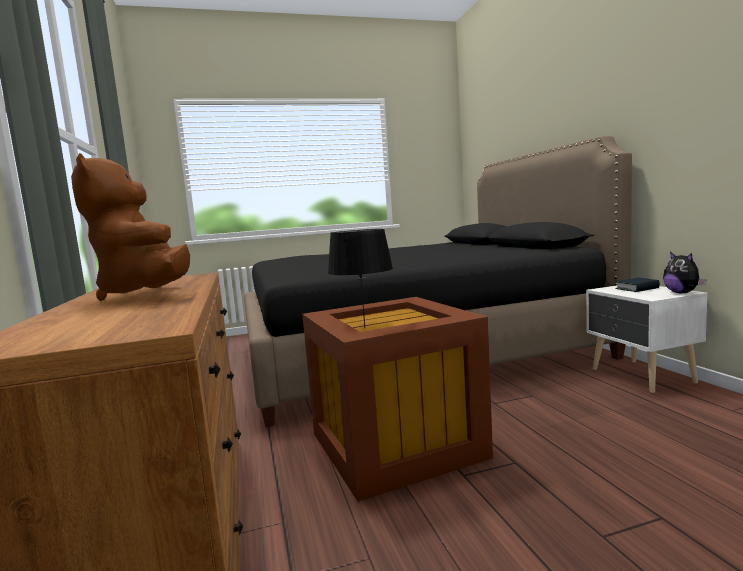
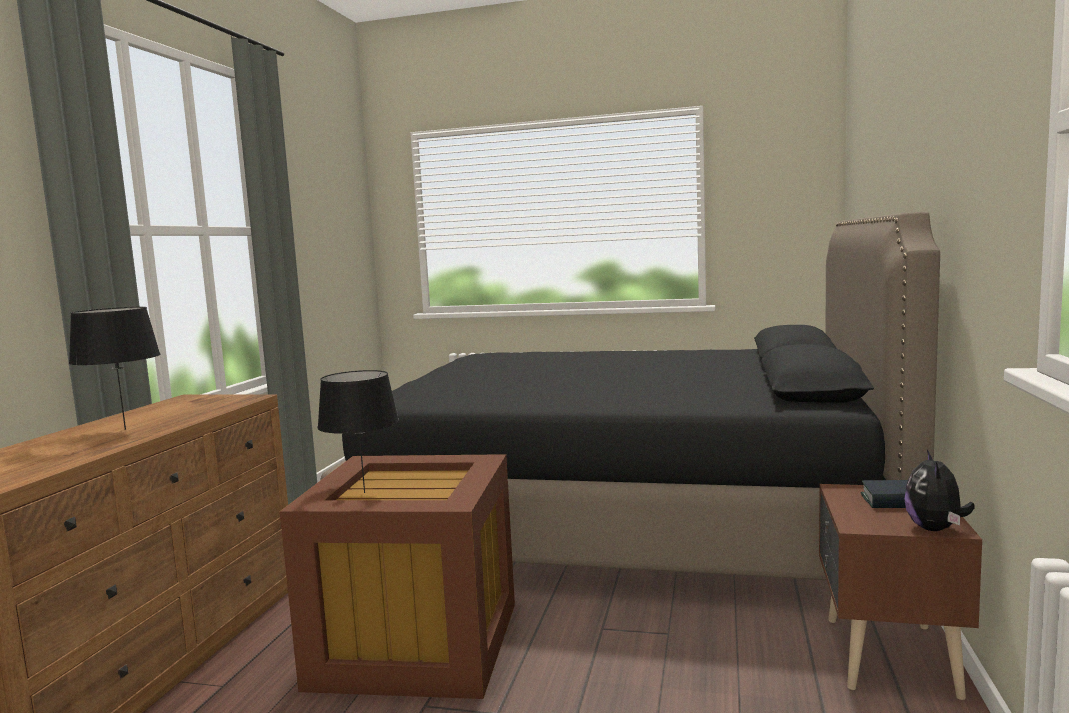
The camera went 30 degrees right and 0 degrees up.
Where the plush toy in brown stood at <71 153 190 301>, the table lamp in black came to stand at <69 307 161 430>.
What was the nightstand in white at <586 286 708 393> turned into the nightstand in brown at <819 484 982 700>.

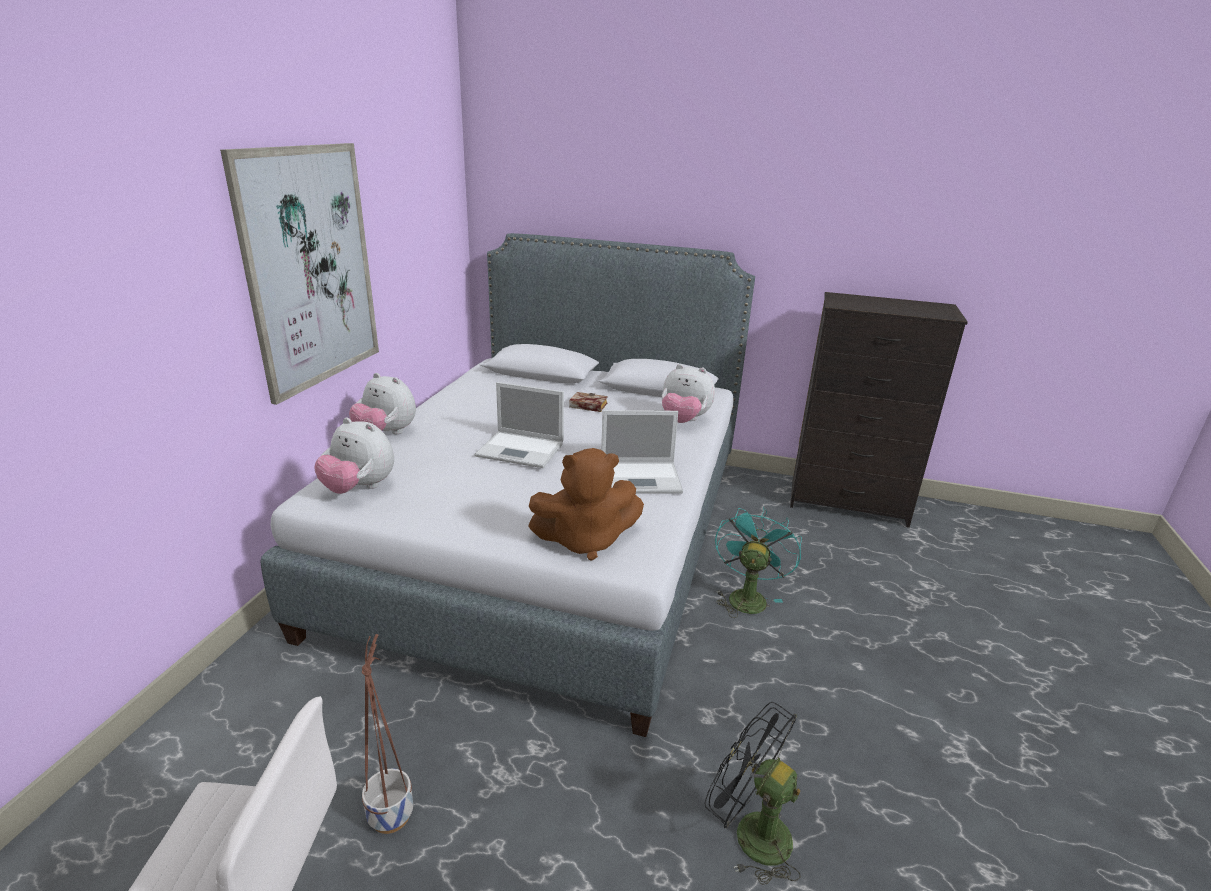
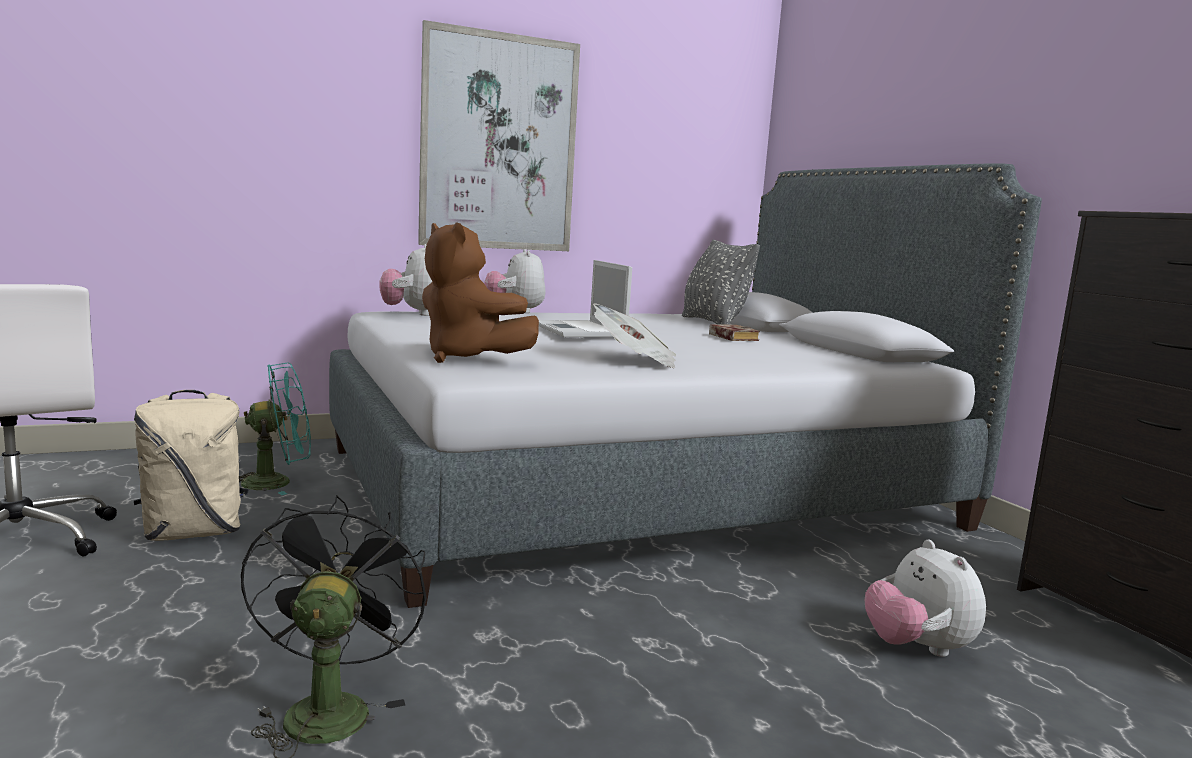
The camera went 50 degrees right and 15 degrees down.
Where the planter stood at <362 634 413 834>, the backpack in beige came to stand at <134 390 249 541>.
Where the laptop stood at <601 410 683 494>, the newspaper came to stand at <593 303 676 368>.
The plush toy ended up elsewhere, having gone from <662 364 715 423> to <865 540 986 657>.
The fan in turquoise ended up elsewhere, having gone from <715 507 802 618> to <239 363 311 495>.
The second view gained the pillow in grey at <682 240 760 324>.

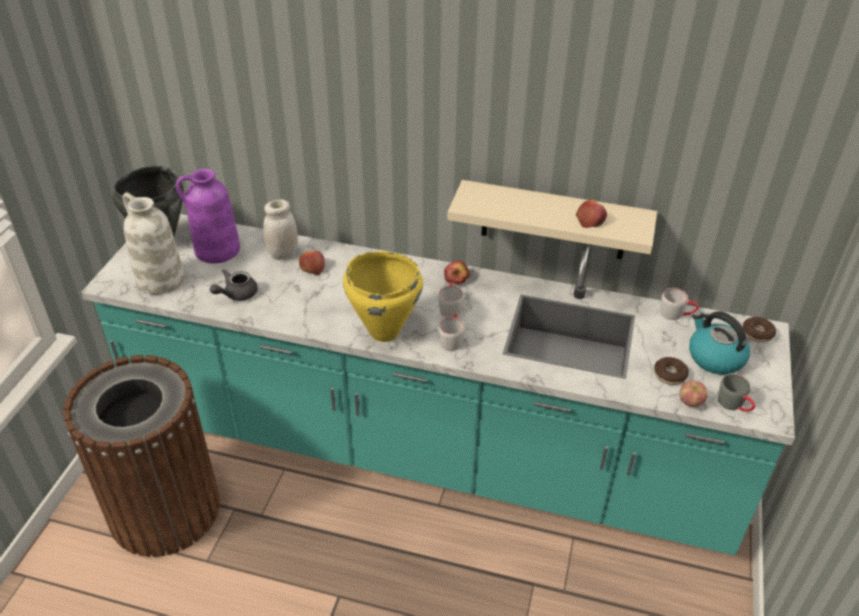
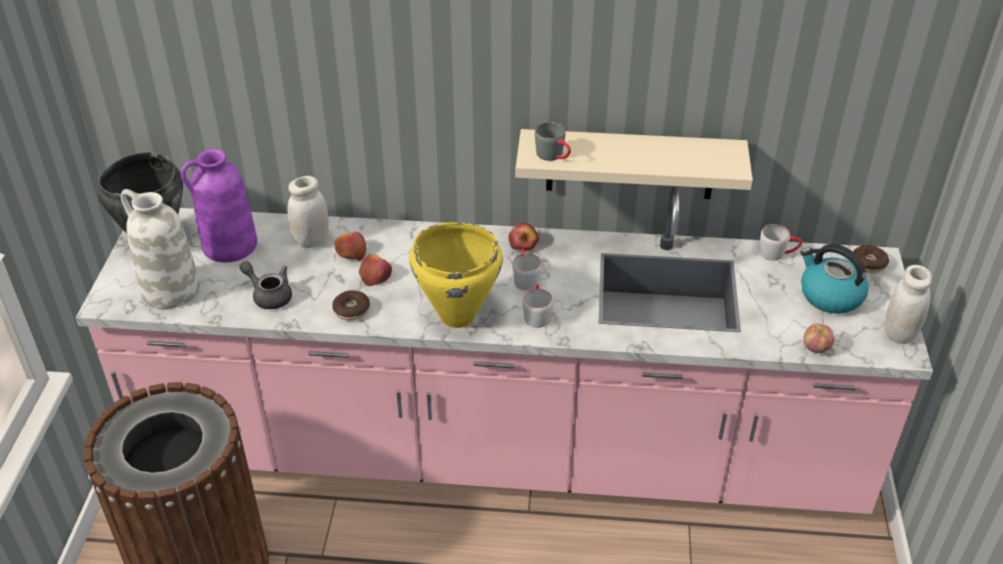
The camera went 10 degrees left and 0 degrees up.
What was the counter in turquoise at <81 214 795 555> turned into the counter in pink at <76 187 933 514>.
The teapot in grey at <210 269 258 301> ended up facing another way, 90 degrees clockwise from before.
The apple ended up elsewhere, having gone from <576 200 607 228> to <359 255 392 286>.
The donut ended up elsewhere, having gone from <654 357 689 385> to <332 290 370 320>.
The mug in grey ended up elsewhere, having gone from <718 374 755 412> to <535 122 571 161>.
The second view gained the jar in white at <885 265 932 344>.

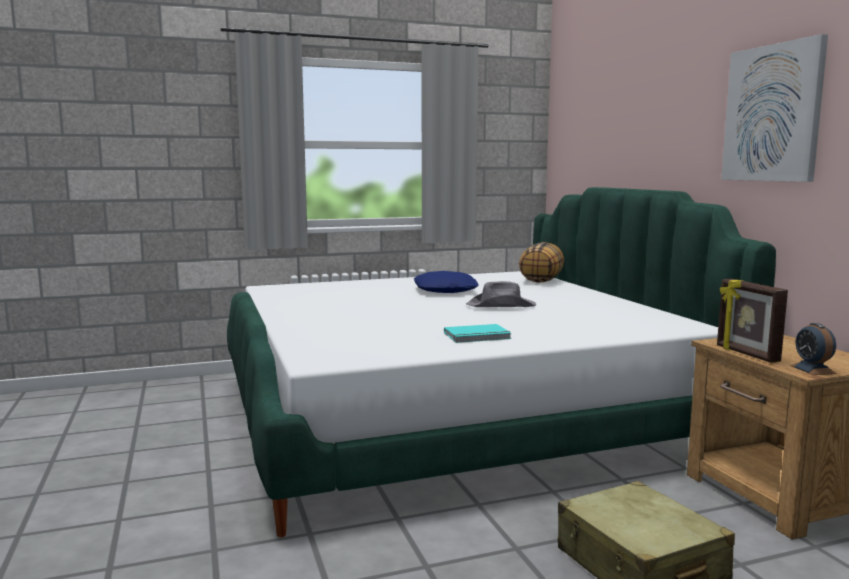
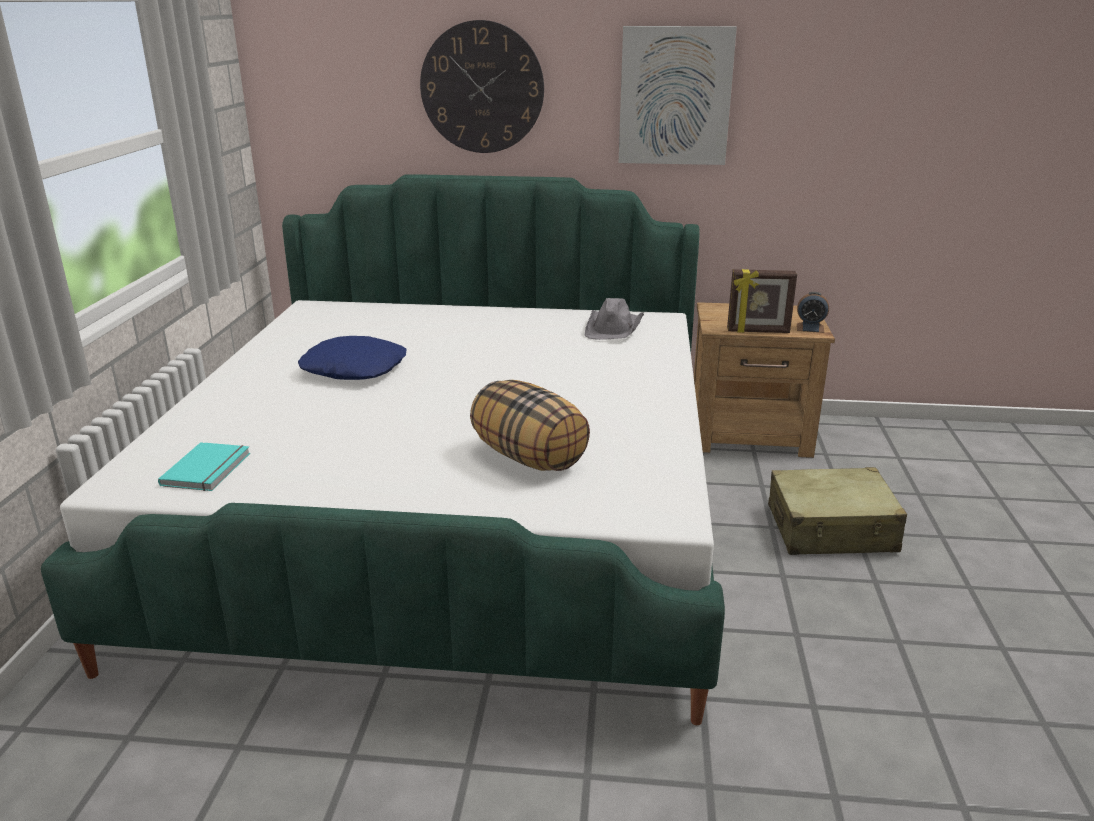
The camera went 65 degrees left and 15 degrees up.
The book in turquoise ended up elsewhere, having gone from <444 324 512 343> to <158 442 250 491>.
The hat in grey ended up elsewhere, having gone from <466 281 536 307> to <585 298 644 340>.
The pillow ended up elsewhere, having gone from <519 242 564 283> to <470 380 590 471>.
The second view gained the wall clock at <420 20 544 153>.

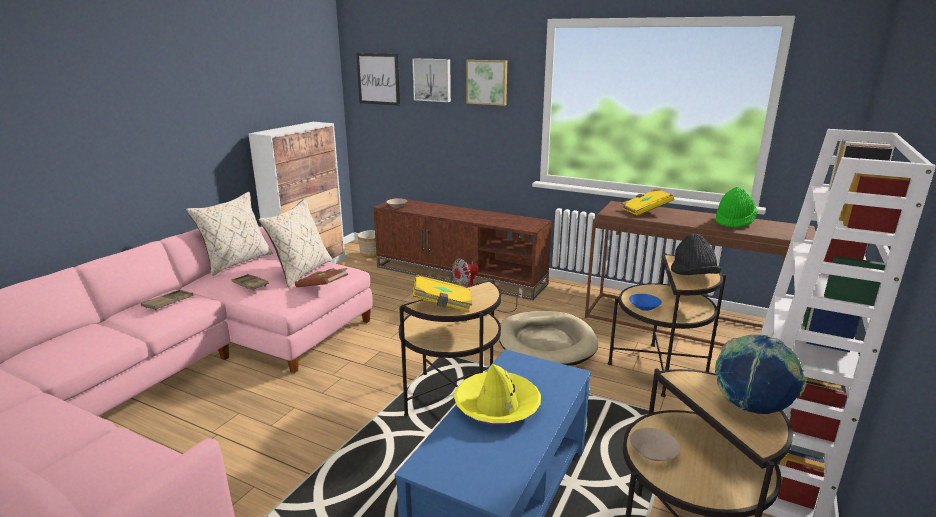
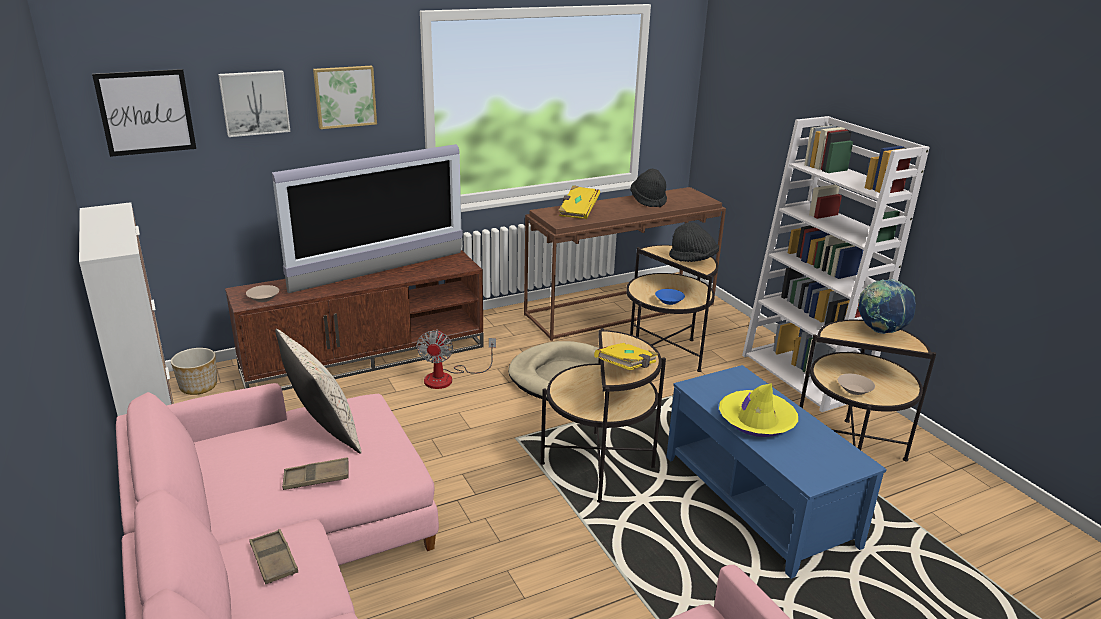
The camera went 55 degrees left and 5 degrees up.
The second view lost the pillow in beige at <186 192 273 276>.
The second view lost the book in brown at <295 268 348 287>.
What was the hat in green at <715 187 758 228> turned into the hat in black at <631 169 667 207>.
The second view gained the television at <272 144 463 293>.

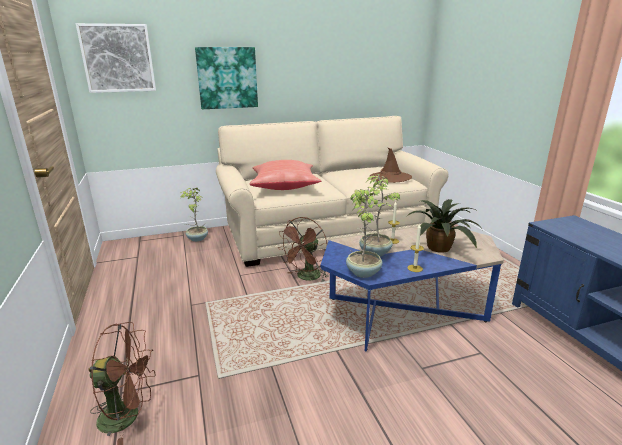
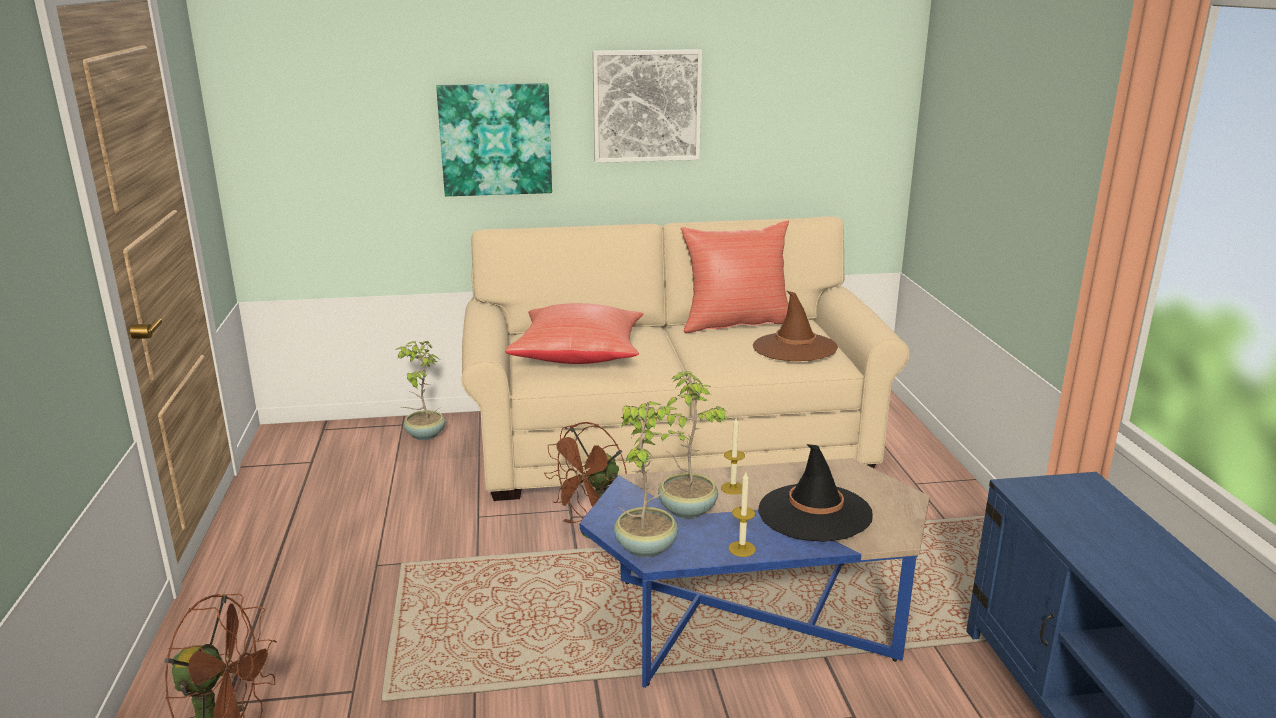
The camera went 10 degrees right and 0 degrees up.
The picture ended up elsewhere, having gone from <76 23 156 93> to <592 49 702 163>.
Where the potted plant stood at <407 199 482 253>, the hat in black came to stand at <758 444 873 542>.
The second view gained the pillow in red at <680 221 789 333>.

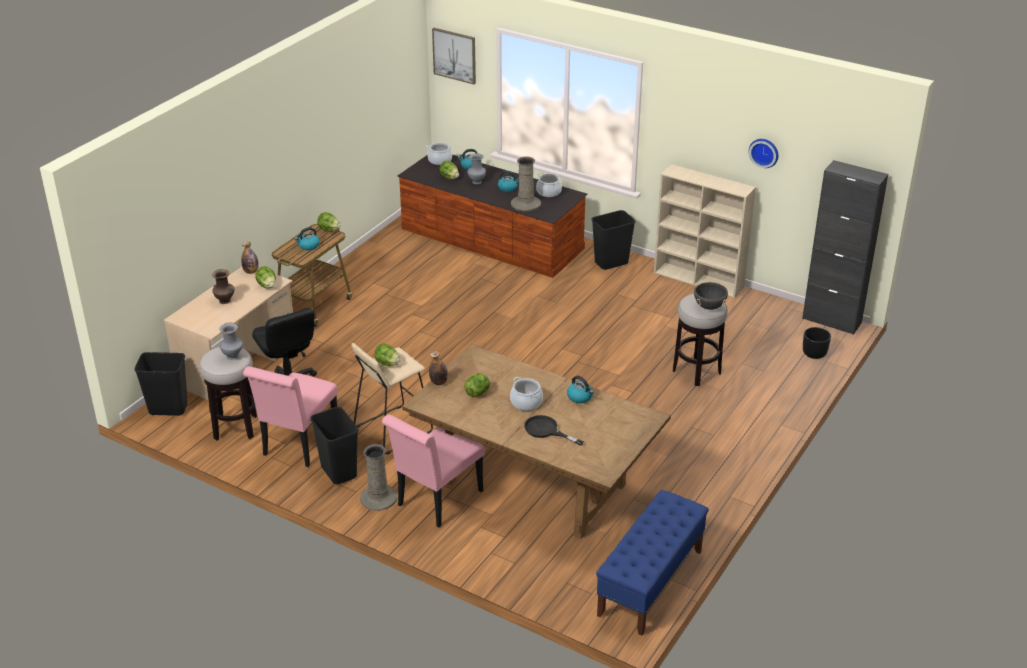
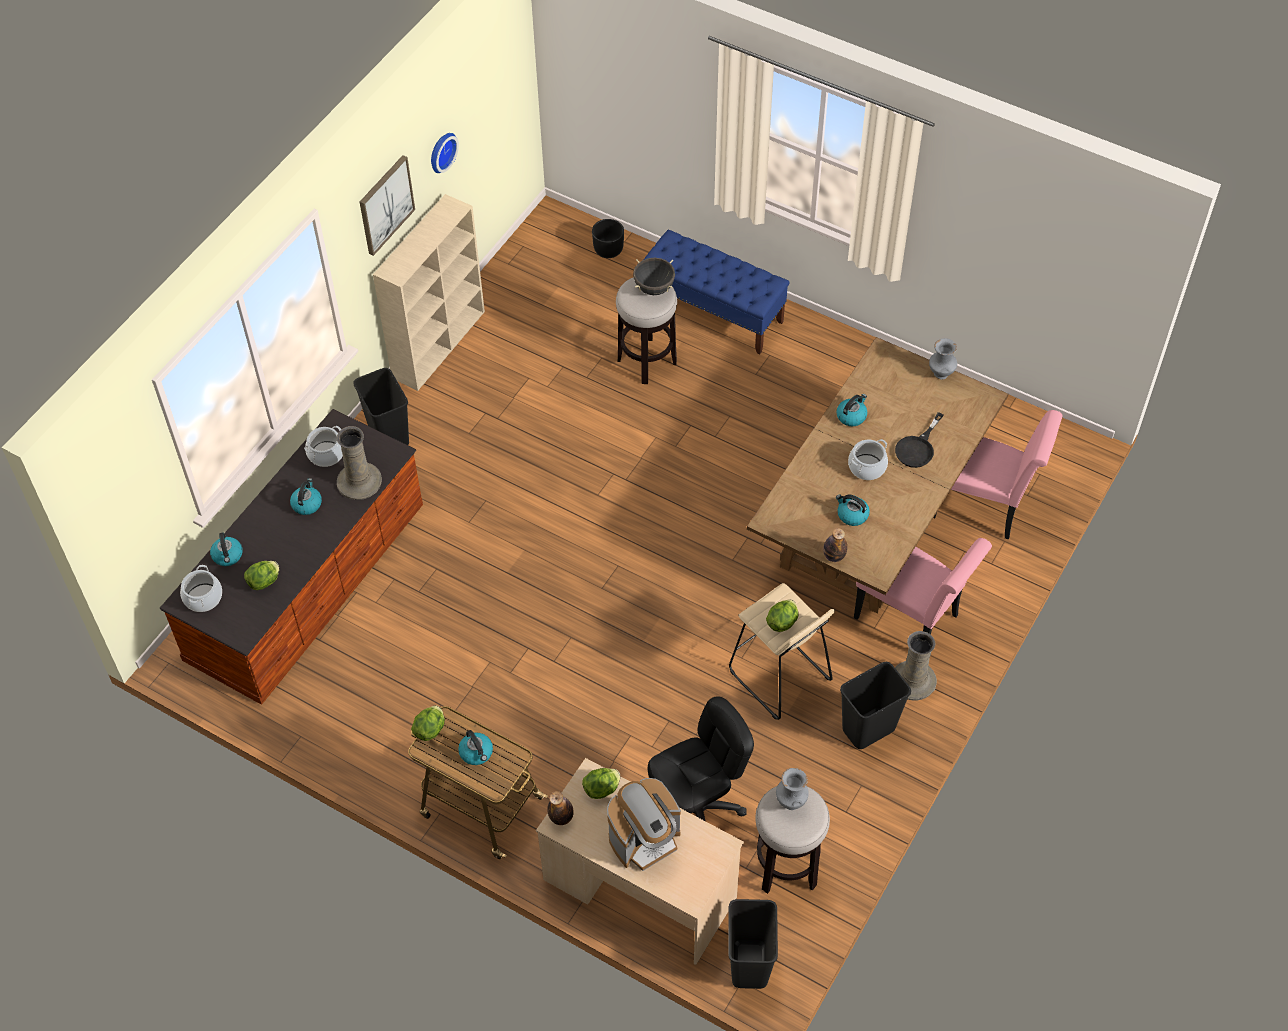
The camera went 90 degrees left and 20 degrees up.
Where the vase in brown stood at <212 269 235 304>, the coffee machine came to stand at <607 778 681 871>.
The chair in pink ended up elsewhere, having gone from <243 366 338 467> to <934 410 1062 540>.
The picture ended up elsewhere, having gone from <432 28 476 84> to <360 155 415 256>.
Where the lettuce stood at <464 373 490 397>, the kettle came to stand at <836 494 870 526>.
The vase in grey ended up elsewhere, having gone from <467 153 486 184> to <929 338 957 379>.
The bench in blue ended up elsewhere, having gone from <596 490 709 636> to <644 230 789 354>.
The second view lost the cabinet in black at <802 160 888 335>.

